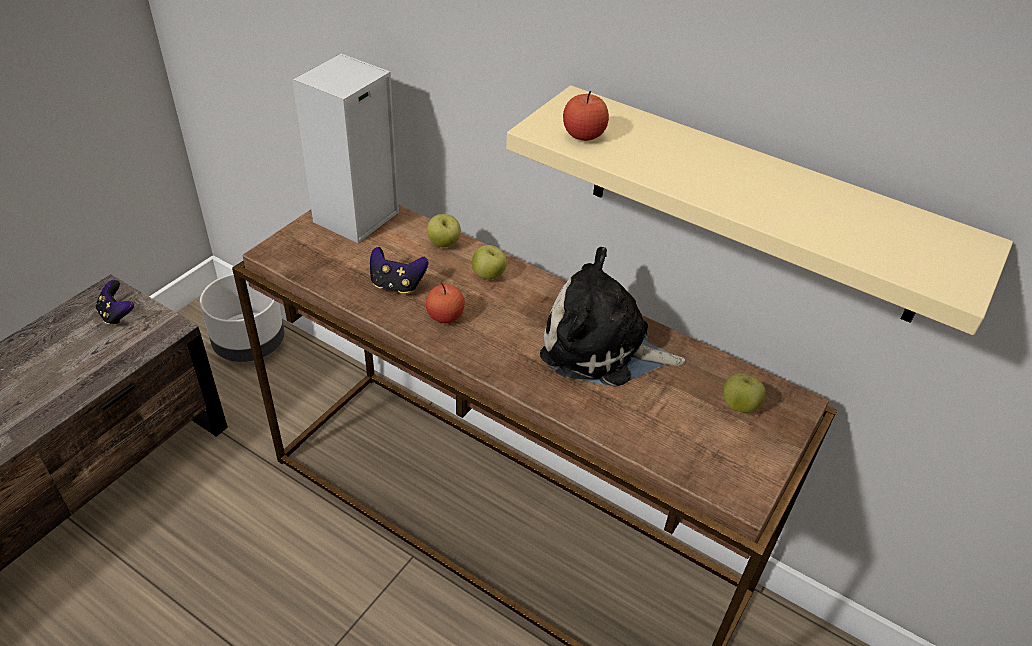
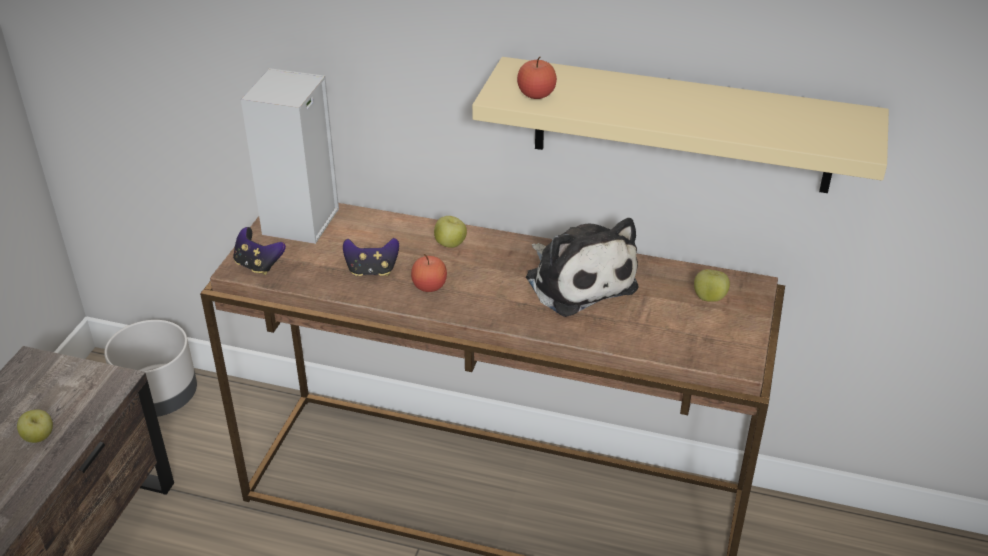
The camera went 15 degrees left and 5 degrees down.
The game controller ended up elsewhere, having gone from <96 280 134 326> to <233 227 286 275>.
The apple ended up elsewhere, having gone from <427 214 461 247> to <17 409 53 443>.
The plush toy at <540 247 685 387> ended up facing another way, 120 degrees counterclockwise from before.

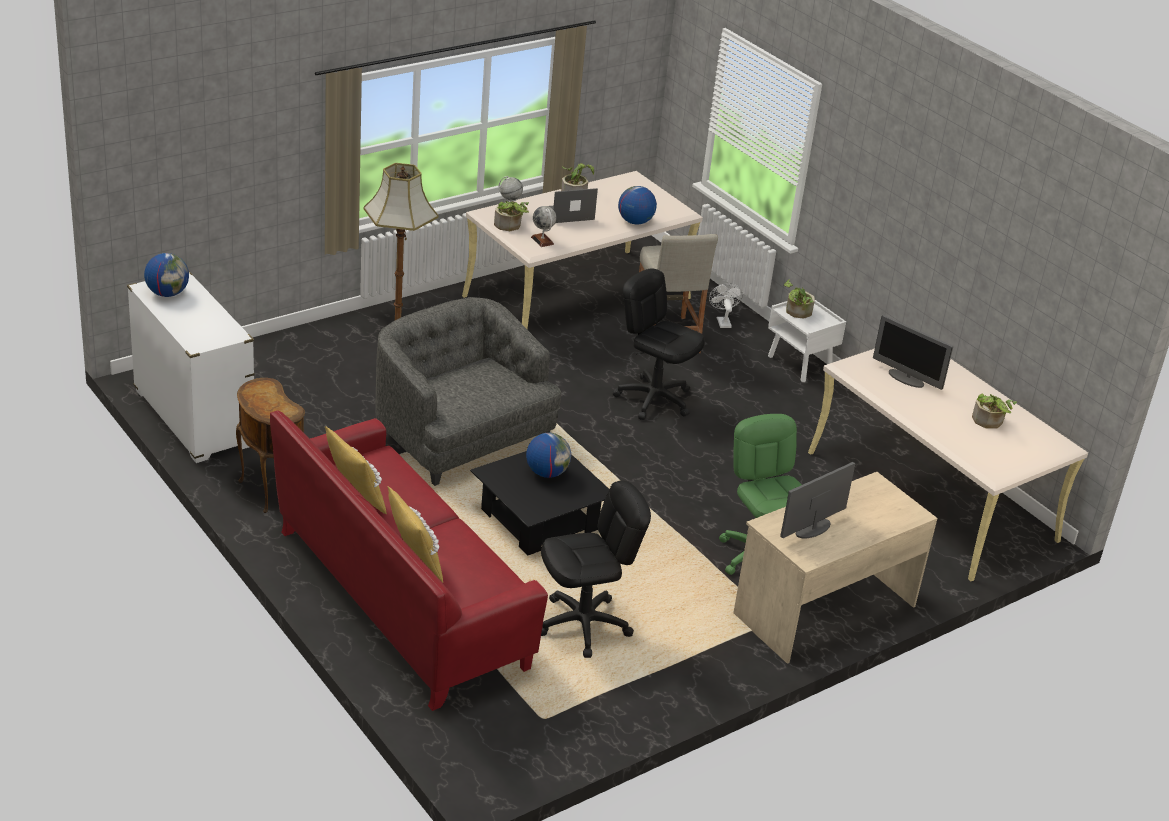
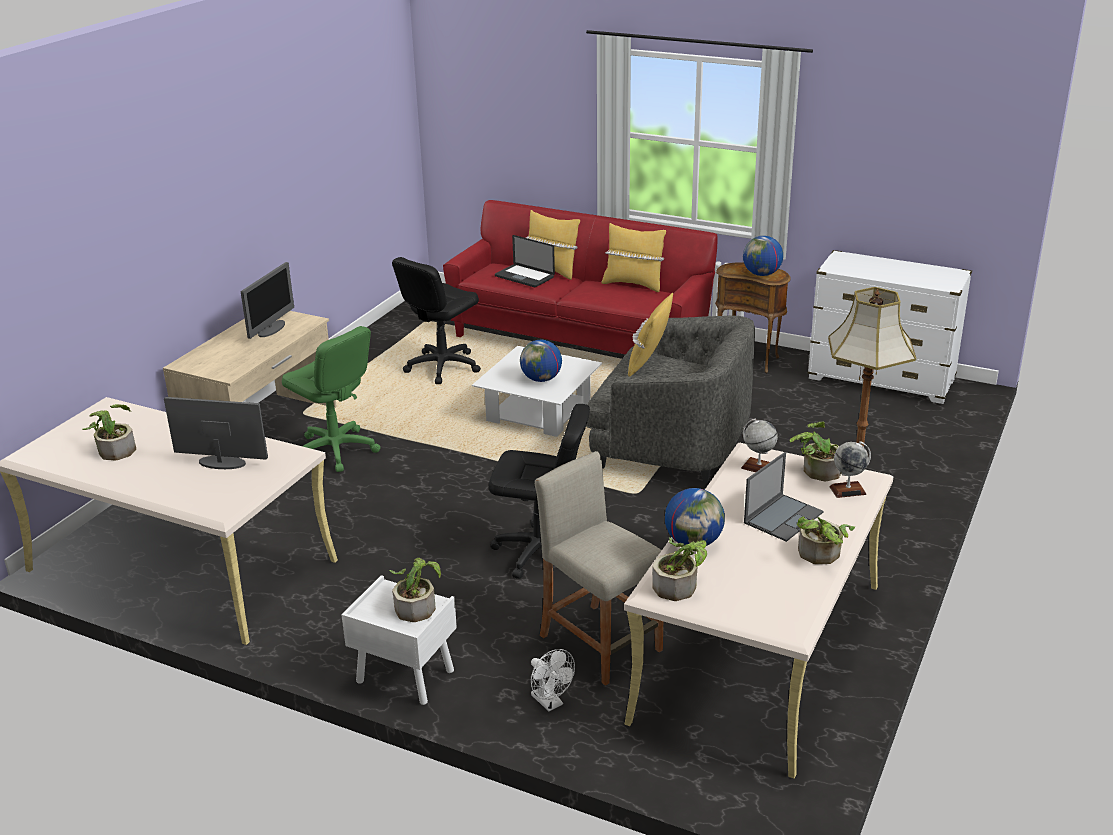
The camera went 155 degrees right and 5 degrees down.
The globe ended up elsewhere, having gone from <144 253 189 297> to <743 236 783 276>.
What was the coffee table in black at <470 451 609 555> turned into the coffee table in white at <472 346 602 437>.
The second view gained the laptop at <495 235 555 287>.
The second view gained the pillow in yellow at <628 293 673 377>.
The second view gained the potted plant at <652 537 707 601>.

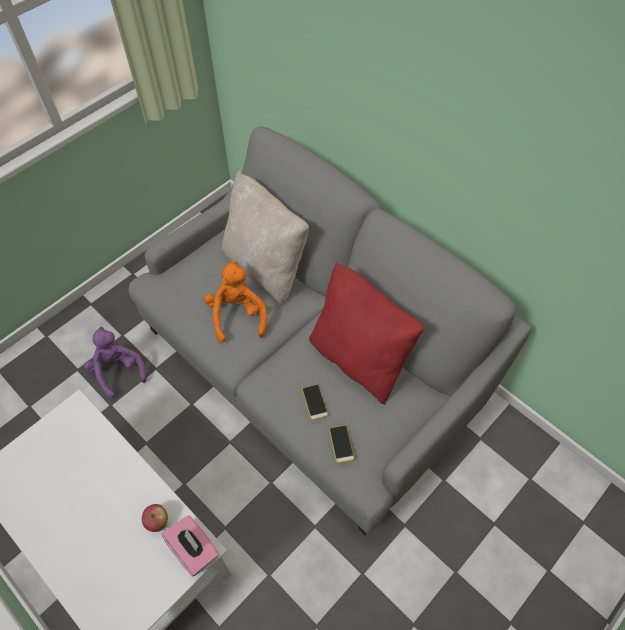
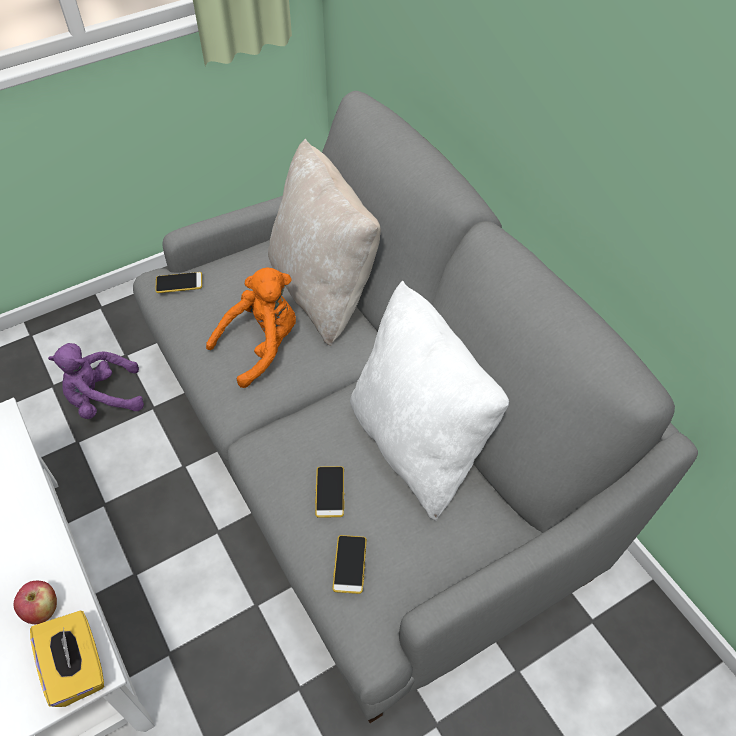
The camera went 15 degrees right and 5 degrees down.
The plush toy in purple at <84 327 147 399> ended up facing another way, 90 degrees counterclockwise from before.
What was the tissue box in pink at <161 515 219 576> turned into the tissue box in yellow at <30 610 104 707>.
The plush toy in orange at <204 260 267 343> ended up facing another way, 45 degrees clockwise from before.
What was the pillow in red at <309 262 424 404> turned into the pillow in white at <350 281 509 521>.
The second view gained the phone at <155 272 202 293>.

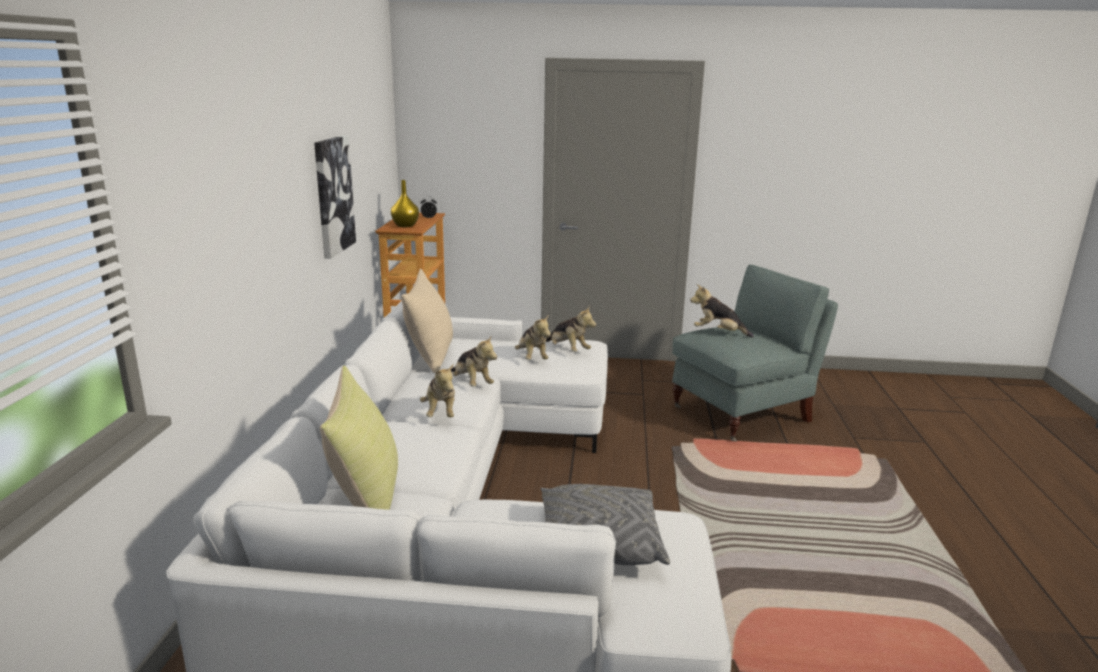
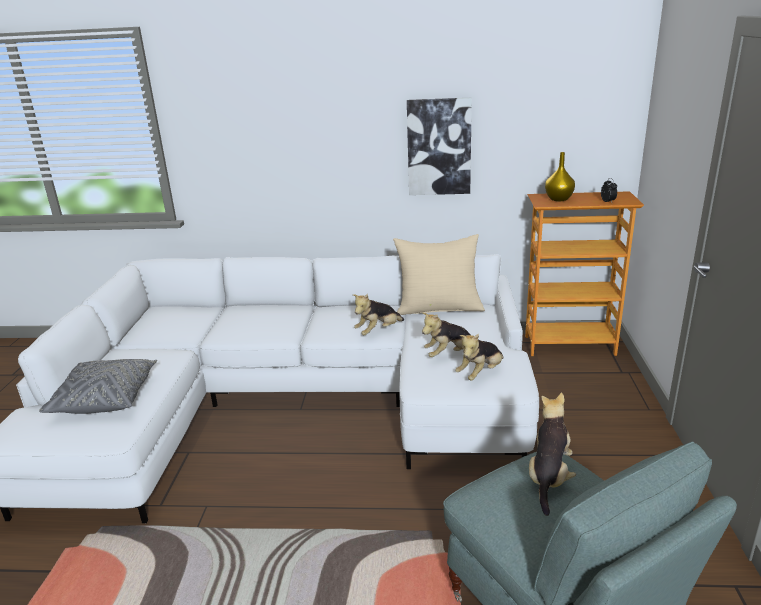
The camera went 90 degrees right and 5 degrees up.
The second view lost the pillow in yellow at <320 365 398 510>.
The second view lost the plush toy at <420 364 455 417>.

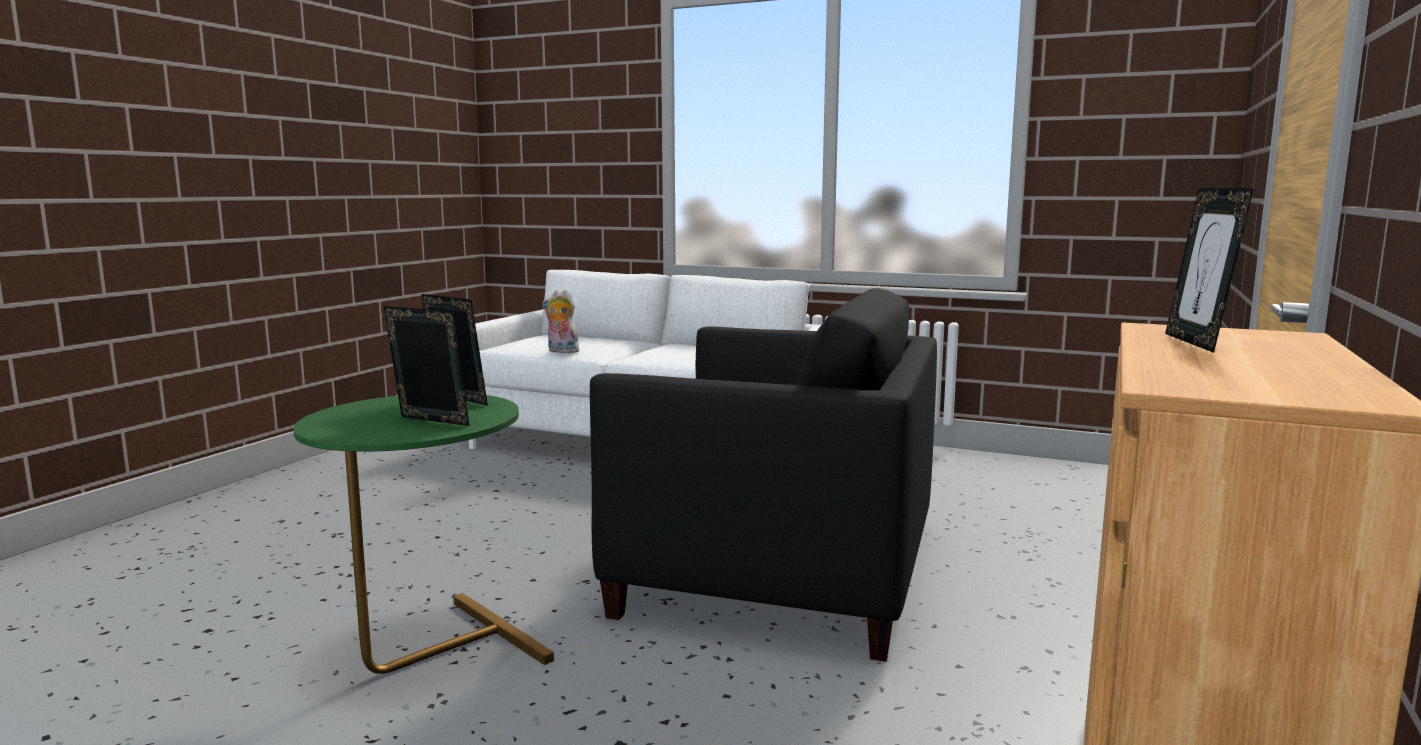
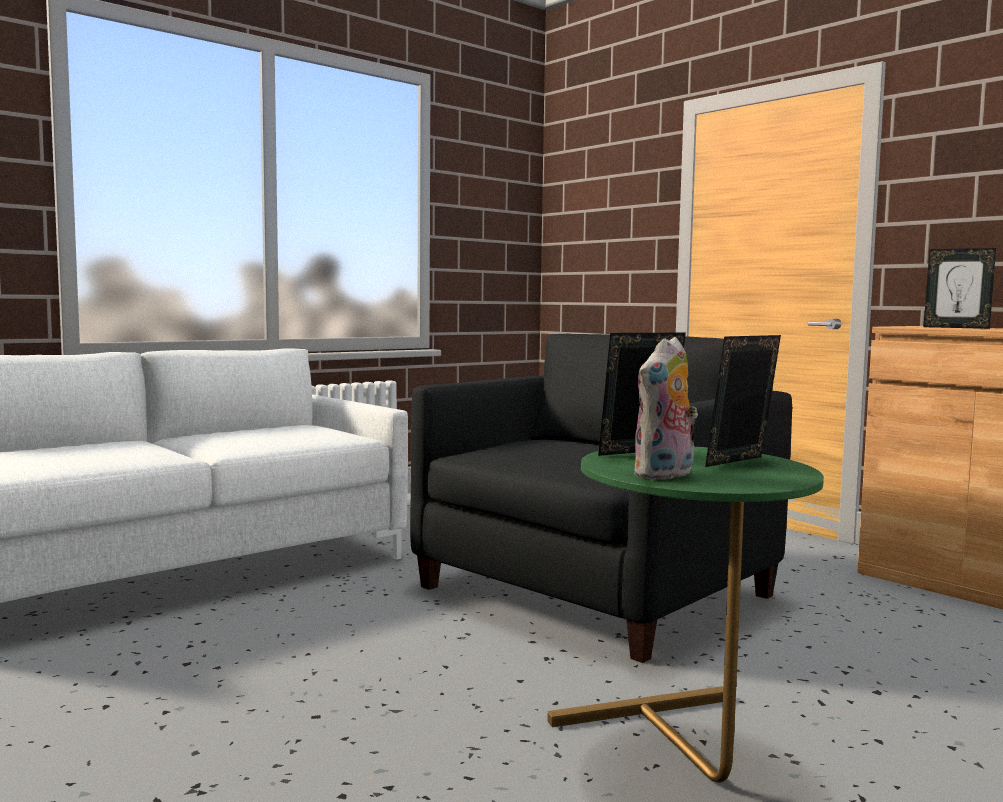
The camera went 65 degrees left and 5 degrees down.
The plush toy ended up elsewhere, having gone from <542 290 581 353> to <633 337 698 480>.

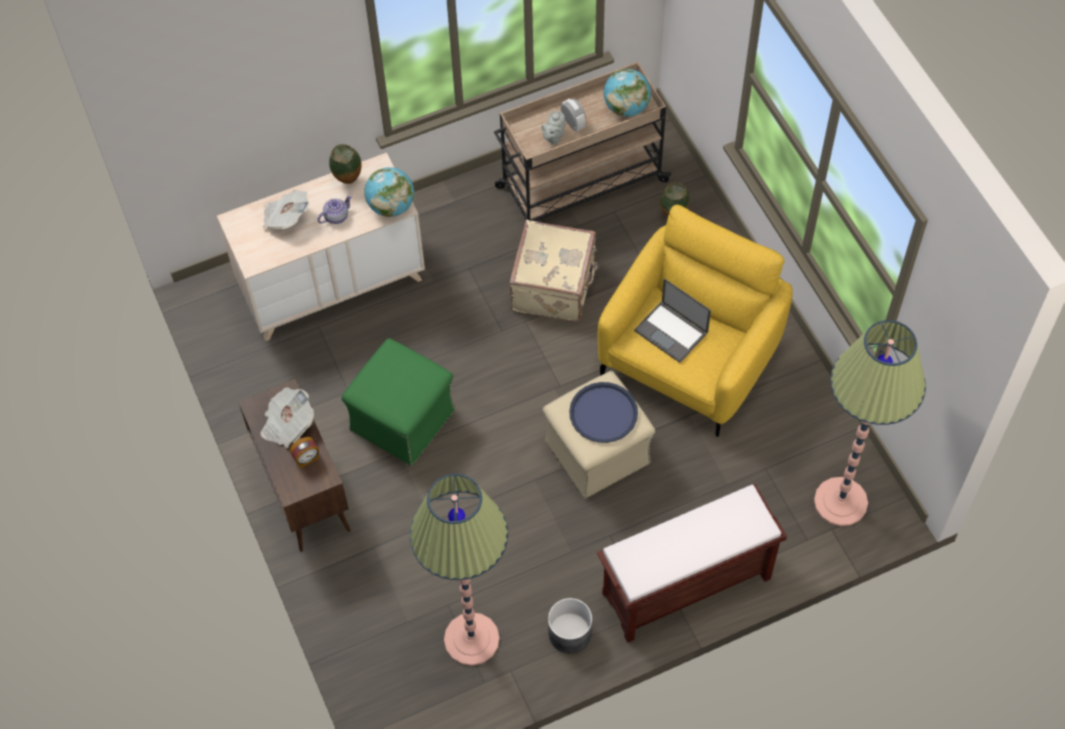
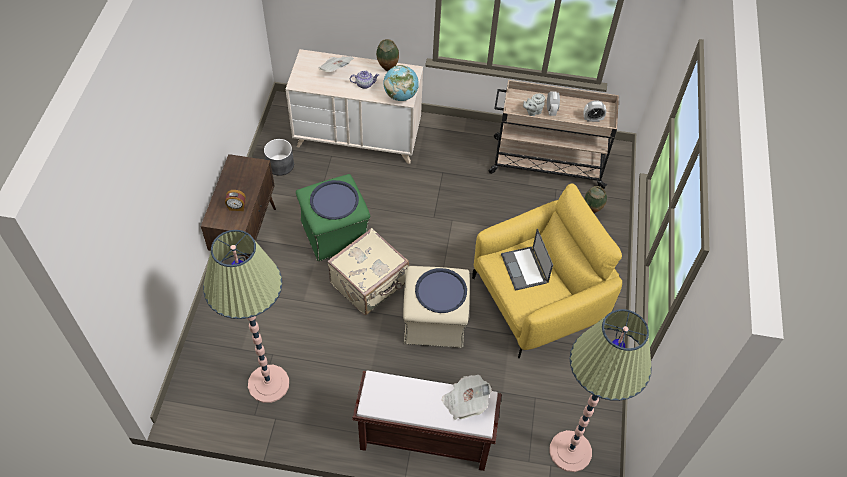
The camera went 30 degrees right and 5 degrees down.
The newspaper ended up elsewhere, having gone from <260 387 314 448> to <442 375 492 420>.
The suitcase in beige ended up elsewhere, having gone from <509 220 599 322> to <327 228 409 316>.
The planter in grey ended up elsewhere, having gone from <548 598 592 653> to <264 139 294 176>.
Where the globe stood at <603 69 651 117>, the alarm clock came to stand at <584 100 606 122>.
The second view gained the tray in blue at <310 180 359 220>.

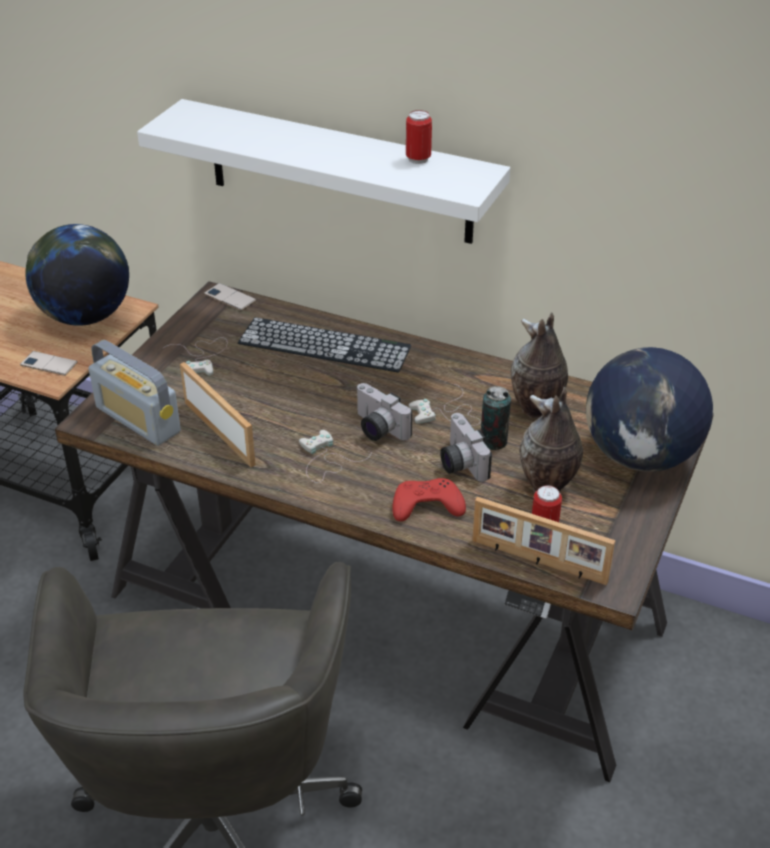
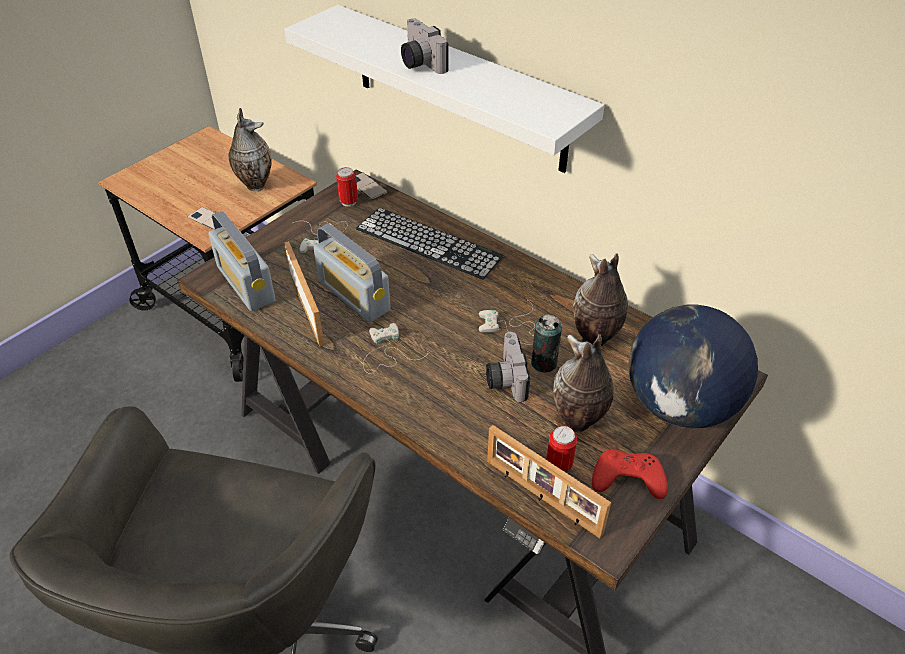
The camera went 15 degrees right and 5 degrees up.
Where the globe stood at <26 224 129 326>, the vase came to stand at <229 108 272 191>.
The photo camera ended up elsewhere, having gone from <356 383 412 441> to <401 18 449 74>.
The game controller in red ended up elsewhere, having gone from <392 478 466 521> to <592 449 668 499>.
The can ended up elsewhere, having gone from <406 110 432 164> to <336 167 358 206>.
The second view gained the radio at <314 224 391 322>.

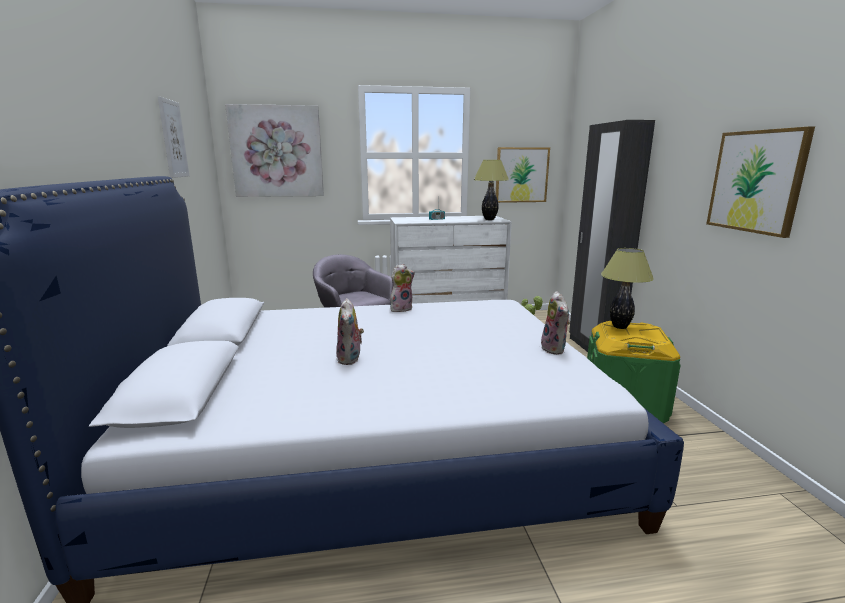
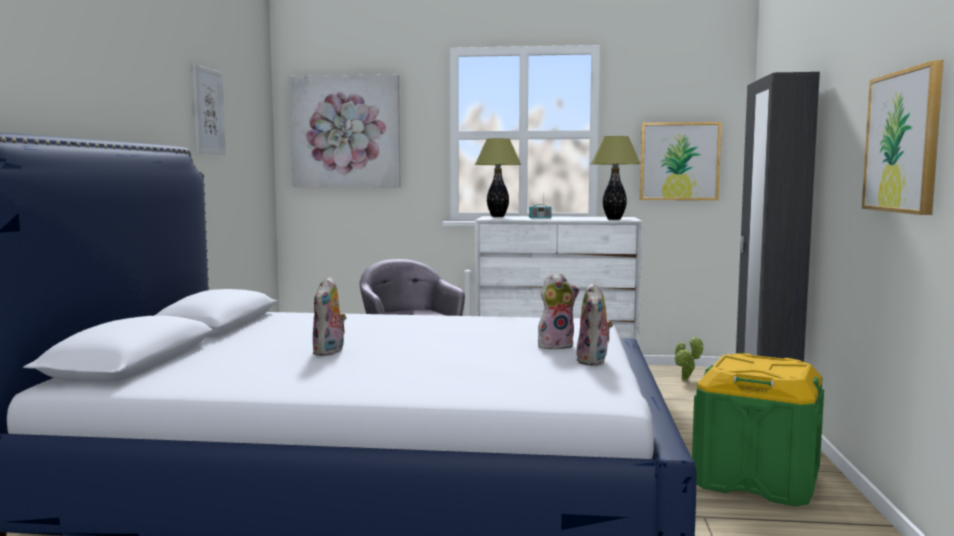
The camera went 15 degrees right and 10 degrees down.
The plush toy ended up elsewhere, having gone from <390 264 415 312> to <538 274 580 349>.
The table lamp ended up elsewhere, having gone from <601 248 654 329> to <475 138 521 217>.

